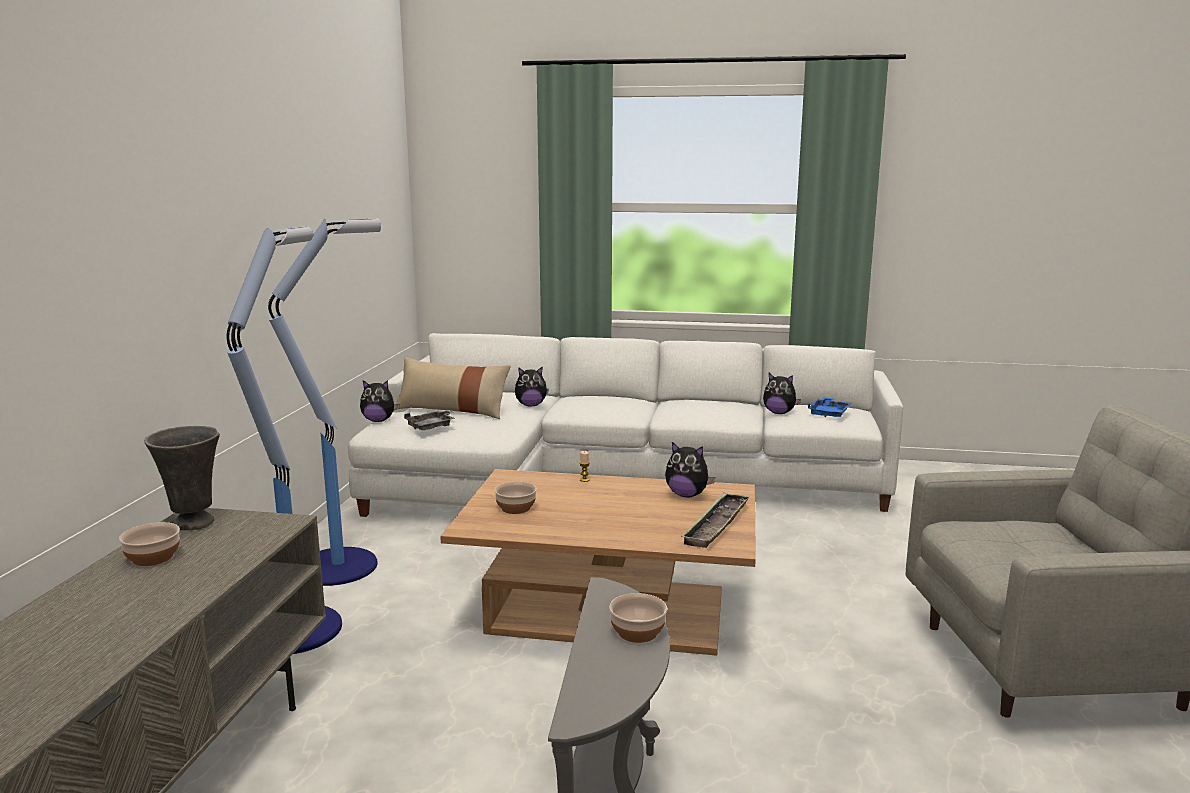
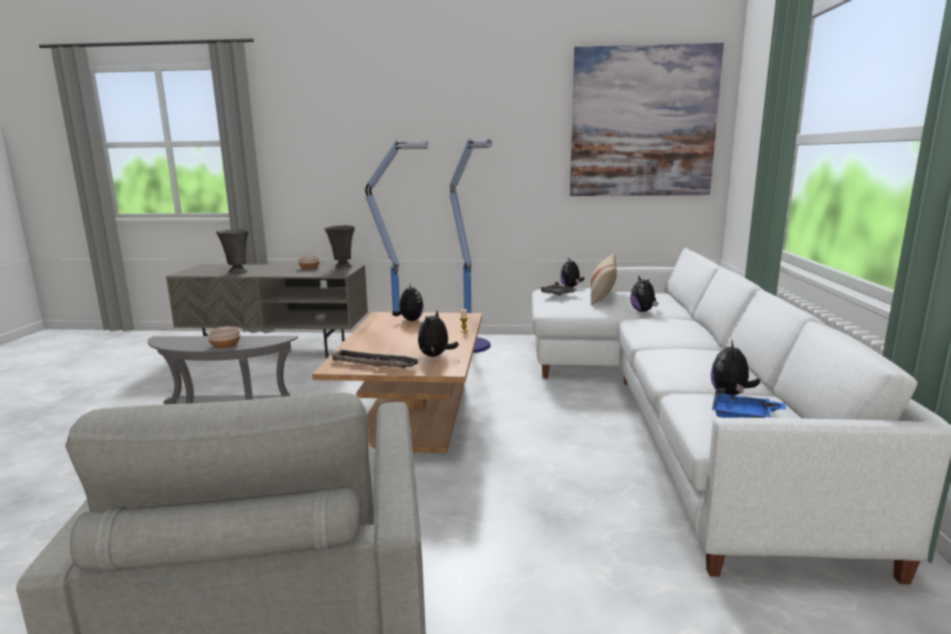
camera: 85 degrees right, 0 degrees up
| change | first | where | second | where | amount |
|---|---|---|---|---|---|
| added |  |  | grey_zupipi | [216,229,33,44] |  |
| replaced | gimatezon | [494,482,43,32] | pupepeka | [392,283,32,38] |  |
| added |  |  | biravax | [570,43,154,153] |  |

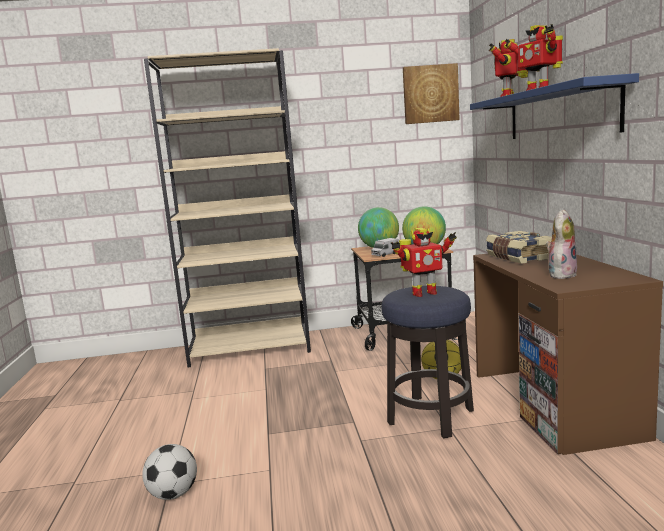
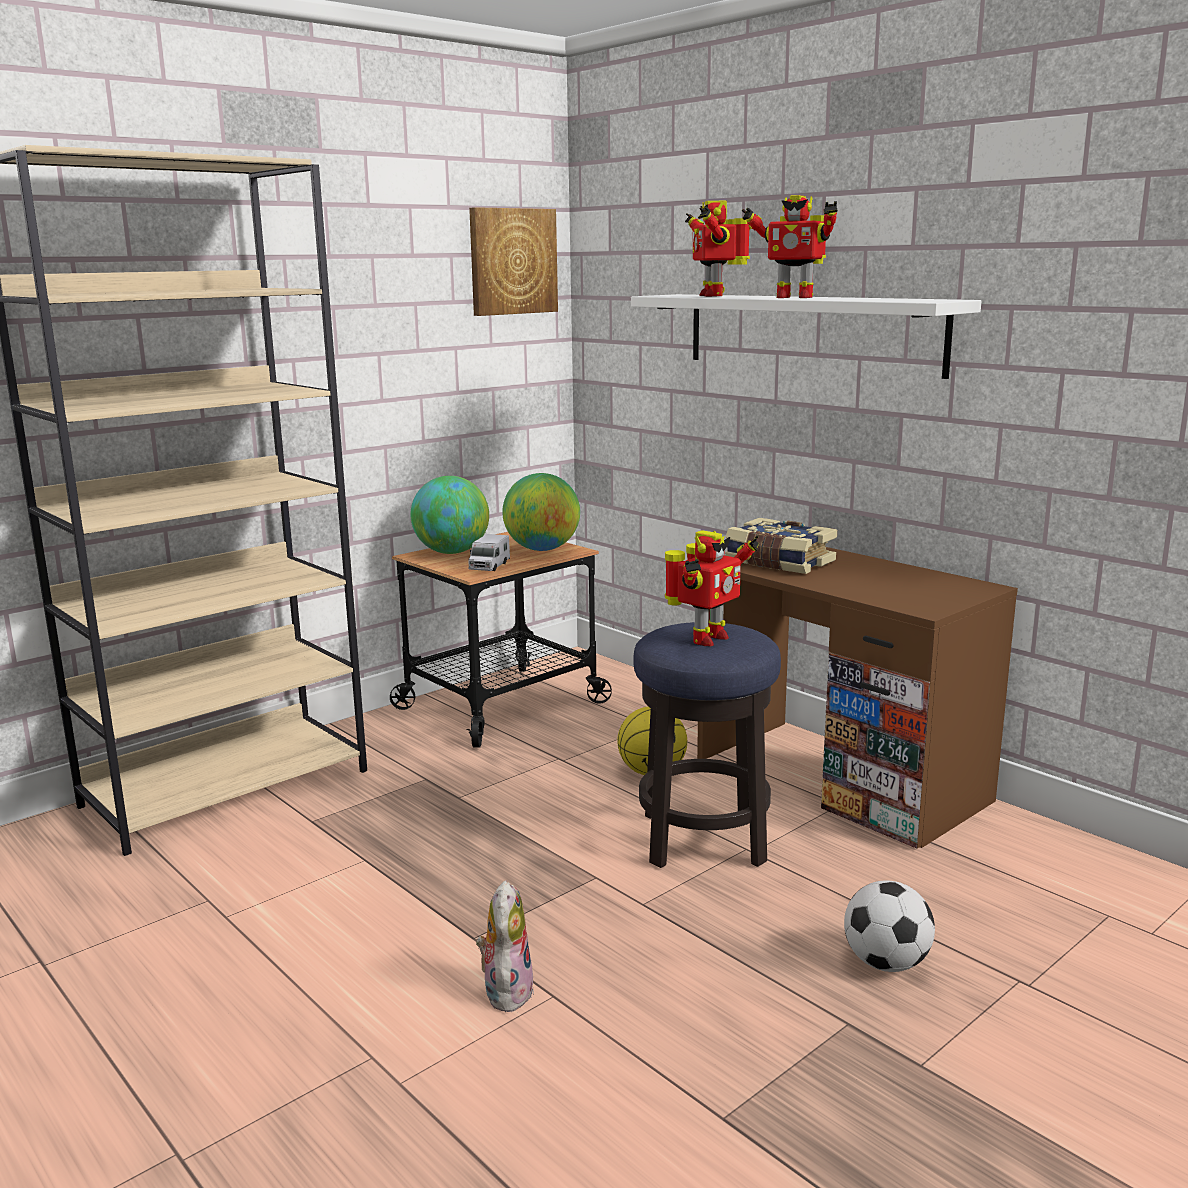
camera: 35 degrees left, 5 degrees up
| change | first | where | second | where | amount |
|---|---|---|---|---|---|
| moved | pupepeka | [545,210,32,69] |  | [476,880,58,133] |  |
| recoloured | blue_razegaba | [470,73,169,66] | white_razegaba | [631,294,350,85] |  |
| moved | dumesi | [142,444,55,56] |  | [844,880,91,92] |  |

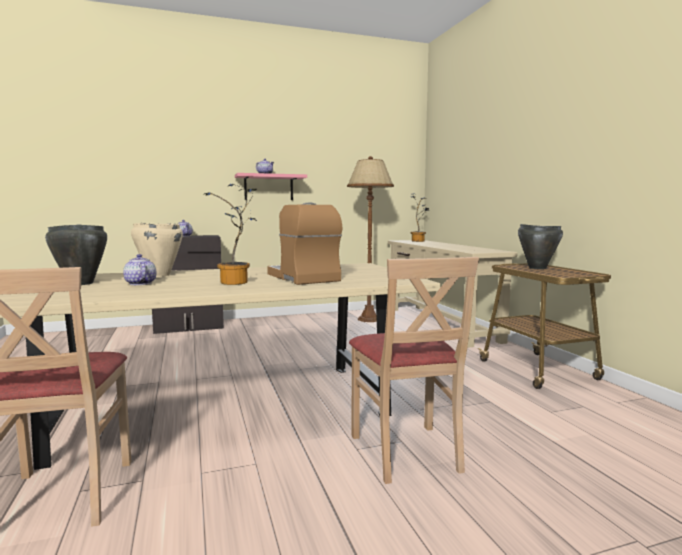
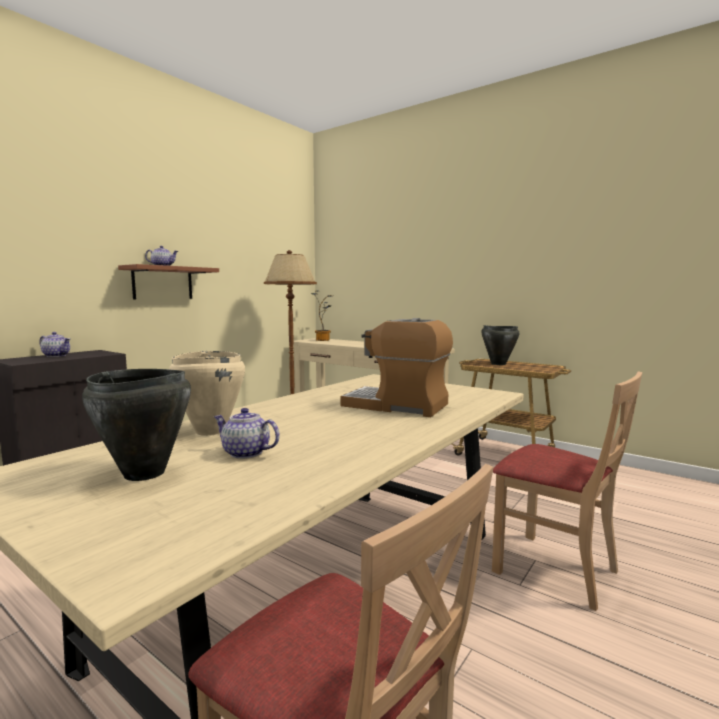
camera: 35 degrees left, 0 degrees up
| change | first | where | second | where | amount |
|---|---|---|---|---|---|
| recoloured | pink_razegaba | [235,173,72,27] | brown_razegaba | [118,264,101,35] |  |
| removed | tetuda | [203,184,54,101] |  |  |  |

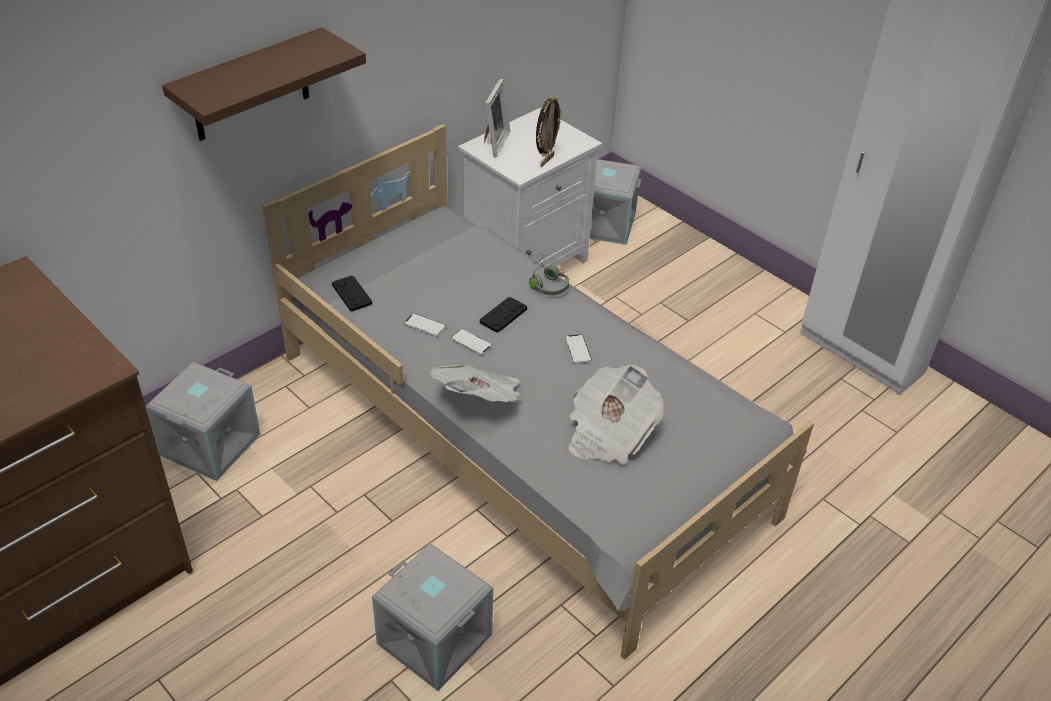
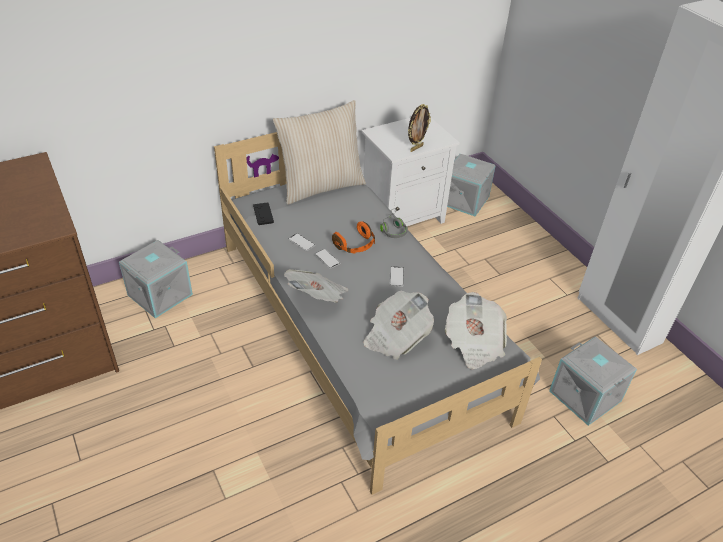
camera: 15 degrees right, 0 degrees up
| change | first | where | second | where | amount |
|---|---|---|---|---|---|
| added |  |  | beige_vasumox | [273,100,93,105] |  |
| replaced | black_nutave | [480,297,47,36] | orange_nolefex | [332,221,43,33] |  |
| added |  |  | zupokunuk | [444,292,63,78] |  |
| moved | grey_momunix | [372,543,121,148] |  | [549,336,88,90] |  |
| removed | brown_razegaba | [162,27,204,114] |  |  |  |
| removed | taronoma | [484,79,27,78] |  |  |  |

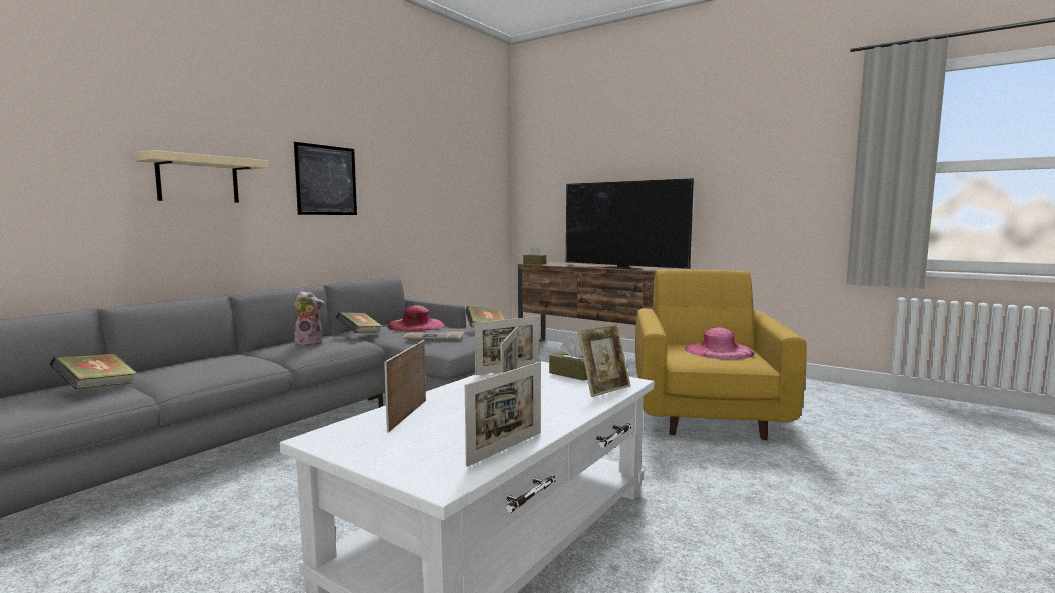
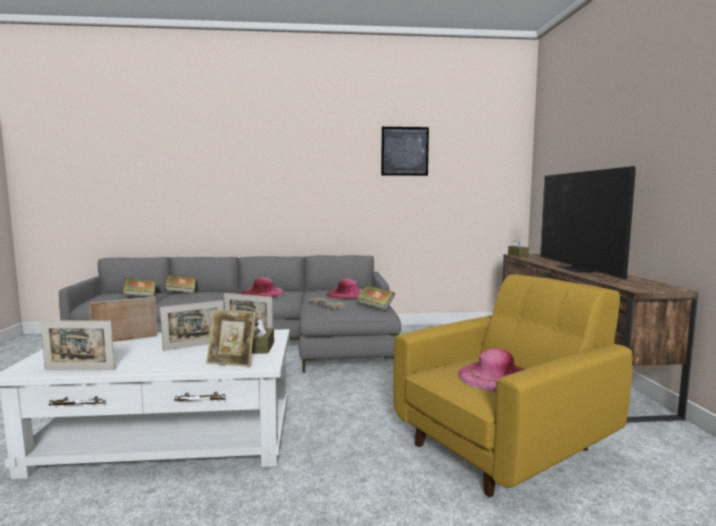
camera: 50 degrees right, 0 degrees up
| change | first | where | second | where | amount |
|---|---|---|---|---|---|
| moved | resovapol | [336,312,46,21] |  | [165,275,31,18] |  |
| replaced | pupepeka | [294,291,31,54] | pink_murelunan | [241,278,44,19] |  |
| moved | biravax | [294,142,63,73] |  | [381,127,48,49] |  |
| removed | beige_razegaba | [134,150,135,53] |  |  |  |

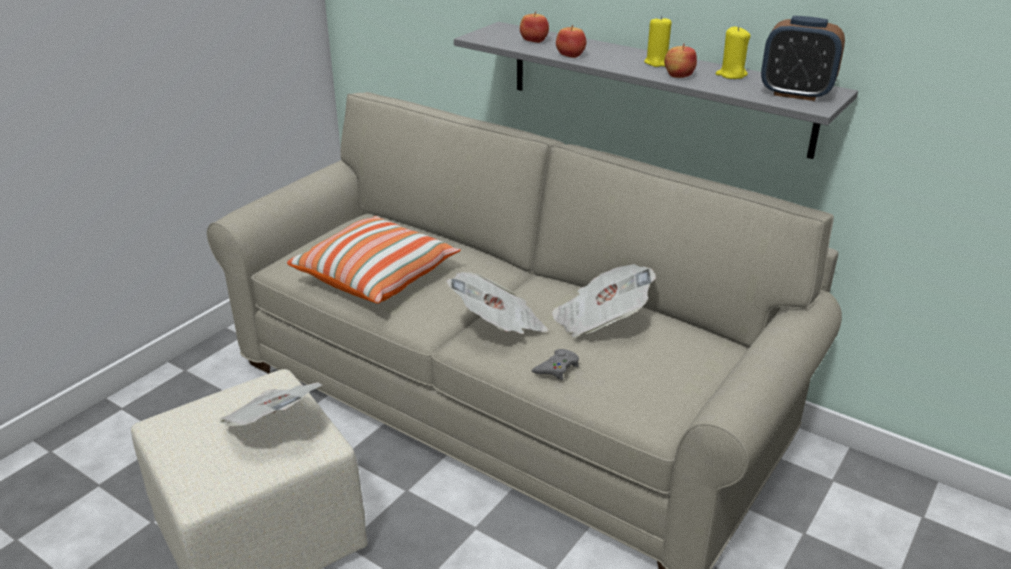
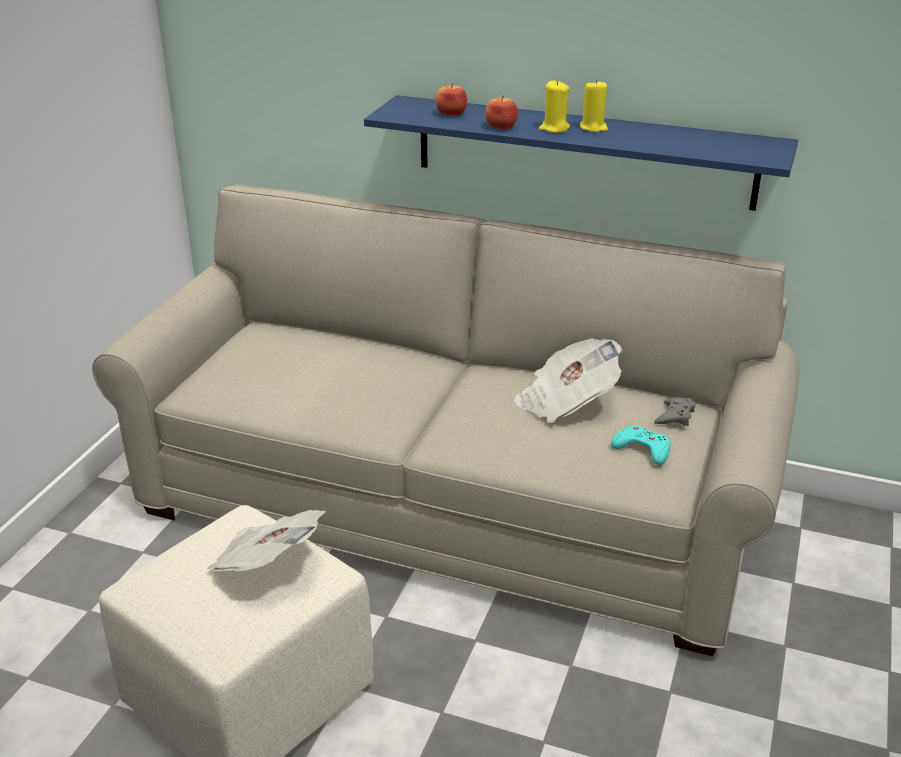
camera: 15 degrees left, 0 degrees up
| change | first | where | second | where | amount |
|---|---|---|---|---|---|
| recoloured | grey_razegaba | [454,22,404,137] | blue_razegaba | [364,95,434,116] |  |
| moved | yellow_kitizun | [716,26,35,53] |  | [539,80,31,53] |  |
| added |  |  | turquoise_nutave | [611,425,60,40] |  |
| moved | grey_nutave | [532,349,47,31] |  | [654,397,42,29] |  |
| removed | vasumox | [287,216,174,88] |  |  |  |
| removed | zupokunuk | [446,272,103,62] |  |  |  |
| removed | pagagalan | [664,43,33,35] |  |  |  |
| removed | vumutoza | [761,16,84,85] |  |  |  |

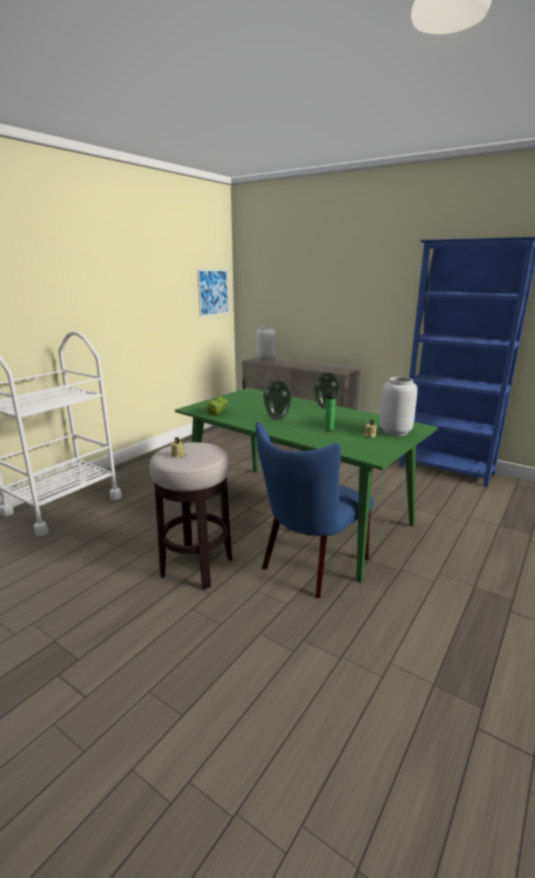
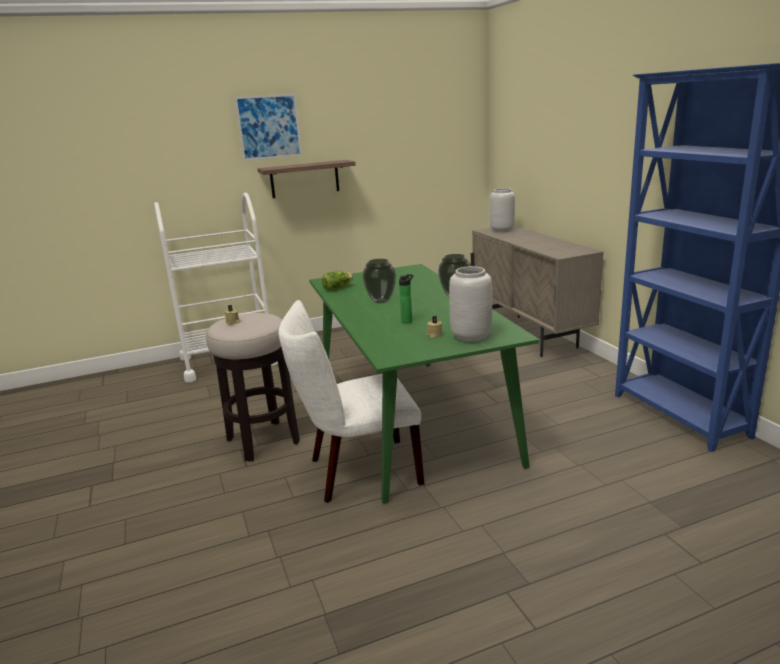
camera: 35 degrees right, 0 degrees up
| change | first | where | second | where | amount |
|---|---|---|---|---|---|
| moved | biravax | [198,269,31,48] |  | [235,94,67,67] |  |
| added |  |  | razegaba | [257,160,99,38] |  |
| recoloured | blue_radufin | [256,422,117,176] | white_radufin | [279,300,145,203] |  |

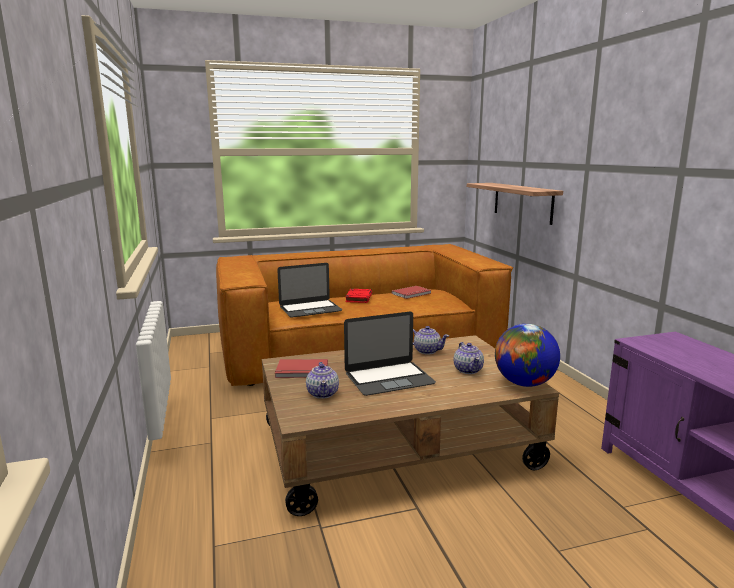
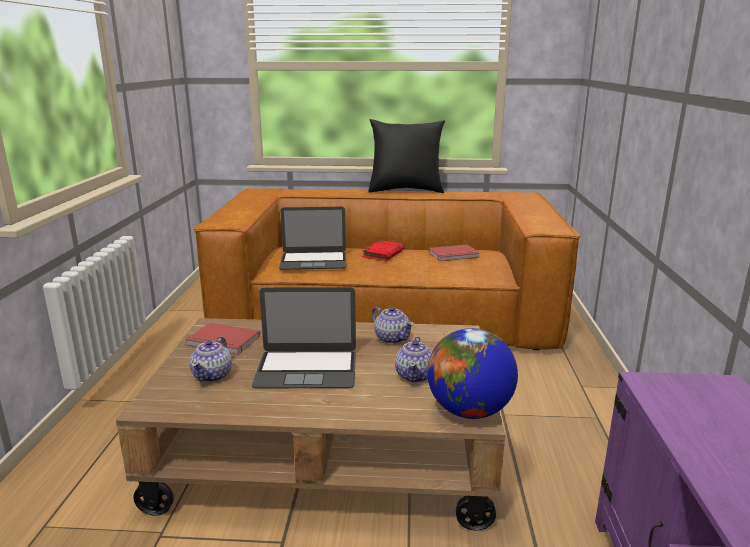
camera: 20 degrees right, 5 degrees up
| change | first | where | second | where | amount |
|---|---|---|---|---|---|
| added |  |  | black_vasumox | [368,119,77,74] |  |
| removed | razegaba | [467,183,96,42] |  |  |  |

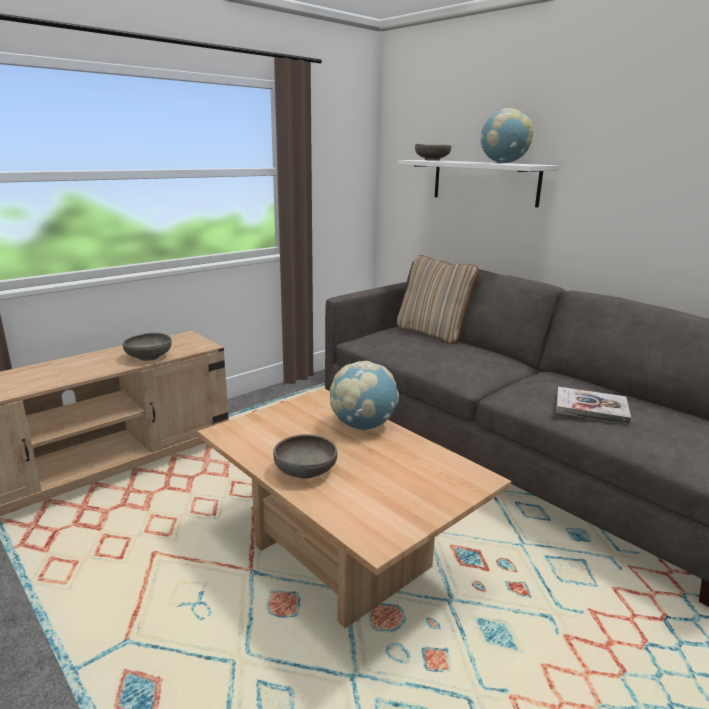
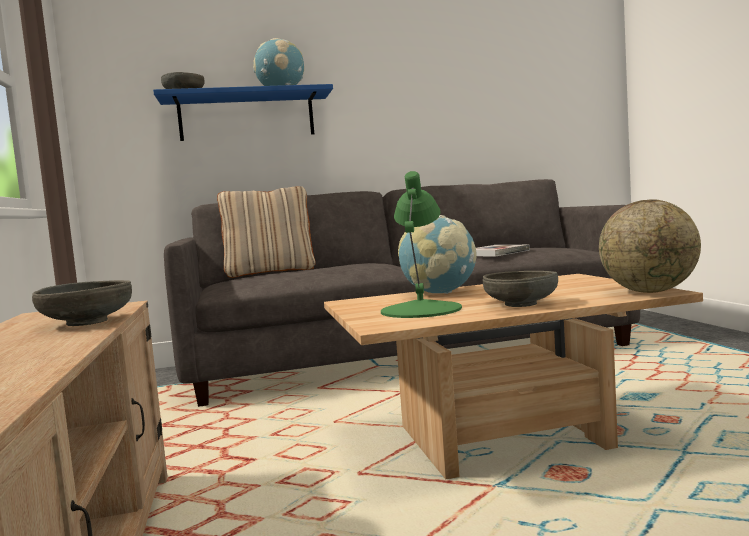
camera: 60 degrees left, 15 degrees down
| change | first | where | second | where | amount |
|---|---|---|---|---|---|
| recoloured | white_razegaba | [398,160,160,47] | blue_razegaba | [153,84,180,57] |  |
| added |  |  | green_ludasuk | [381,171,81,147] |  |
| added |  |  | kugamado | [599,199,102,94] |  |

